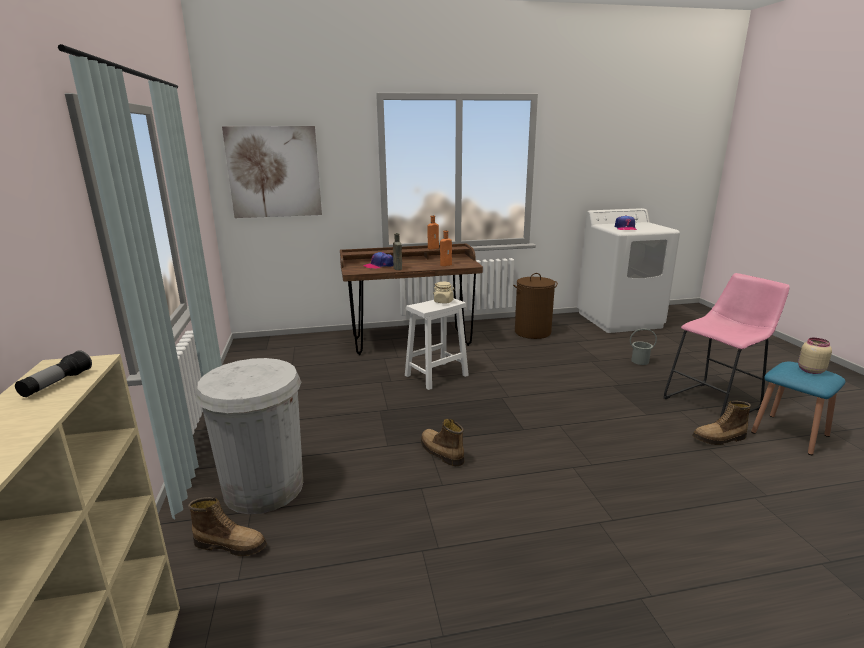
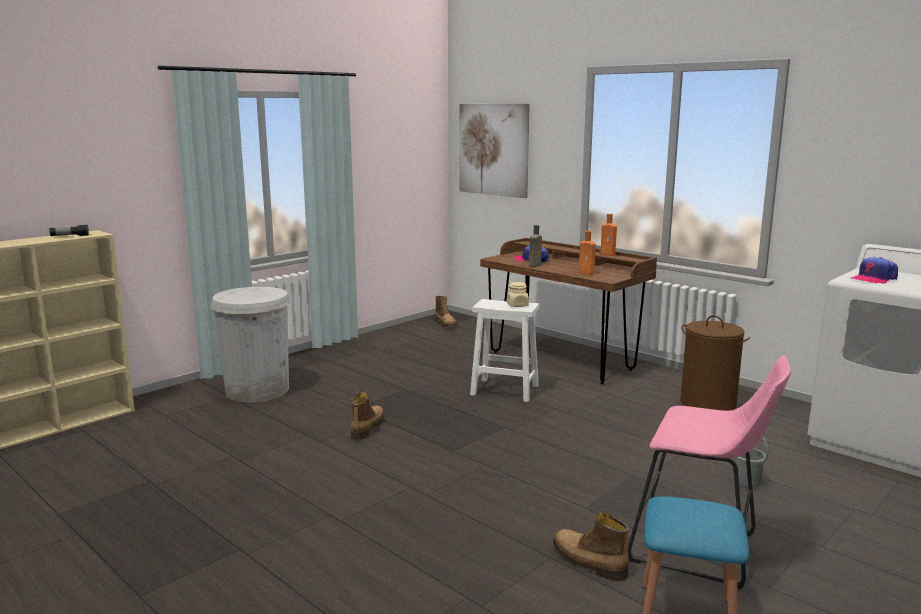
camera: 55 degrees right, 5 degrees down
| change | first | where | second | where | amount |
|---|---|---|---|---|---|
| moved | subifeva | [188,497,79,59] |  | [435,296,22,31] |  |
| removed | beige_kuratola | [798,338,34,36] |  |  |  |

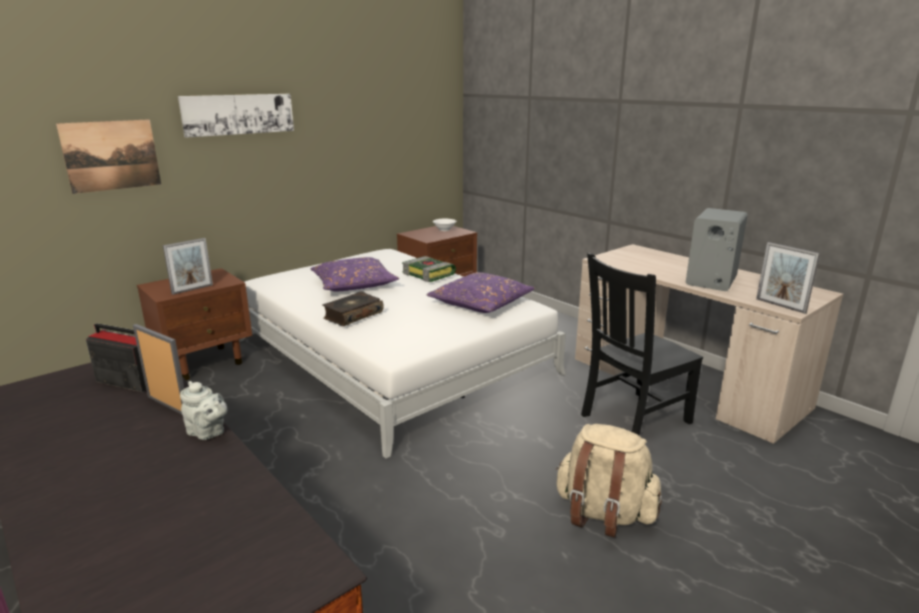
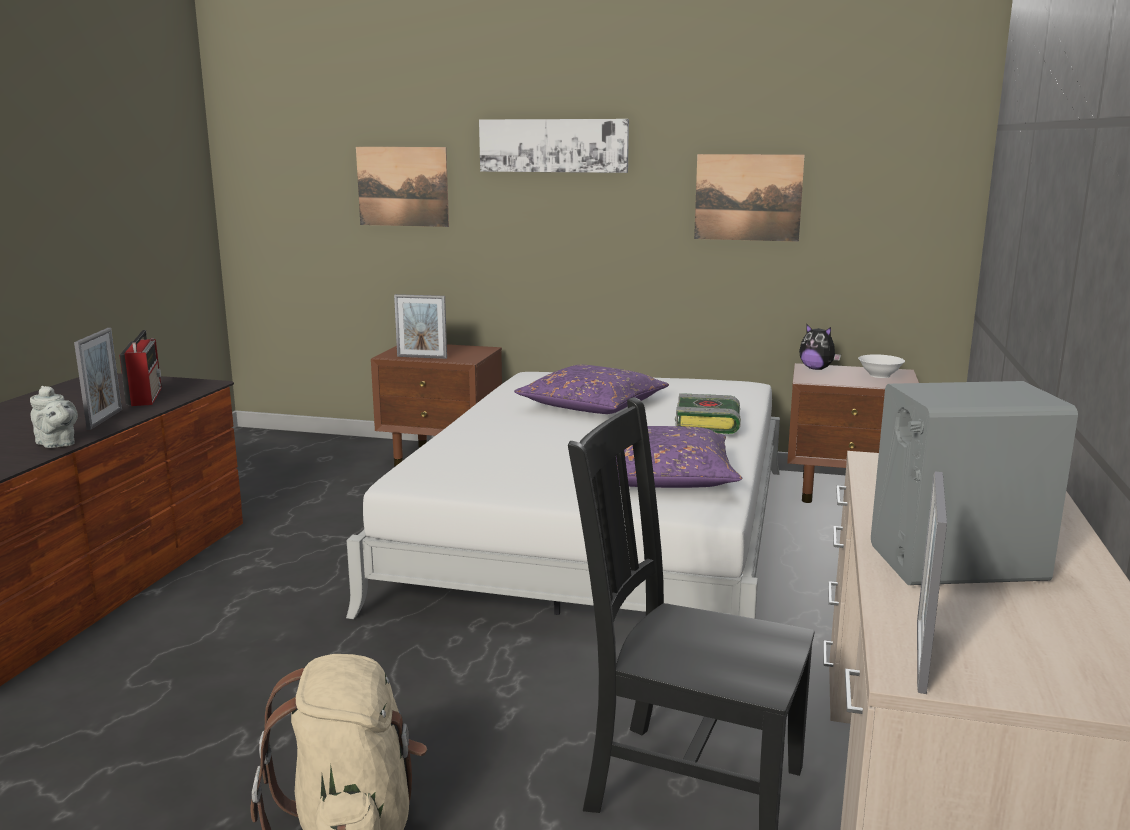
camera: 55 degrees right, 5 degrees down
| change | first | where | second | where | amount |
|---|---|---|---|---|---|
| turned | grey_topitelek | [180,381,47,59] |  | [30,386,48,62] | 45 degrees counterclockwise |
| added |  |  | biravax | [694,154,111,88] |  |
| added |  |  | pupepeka | [799,324,42,46] |  |
| removed | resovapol | [323,291,60,35] |  |  |  |

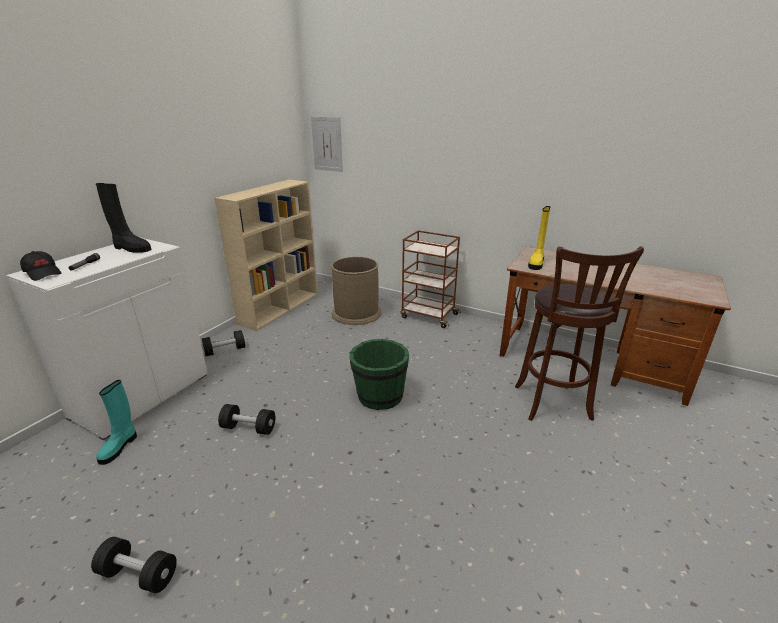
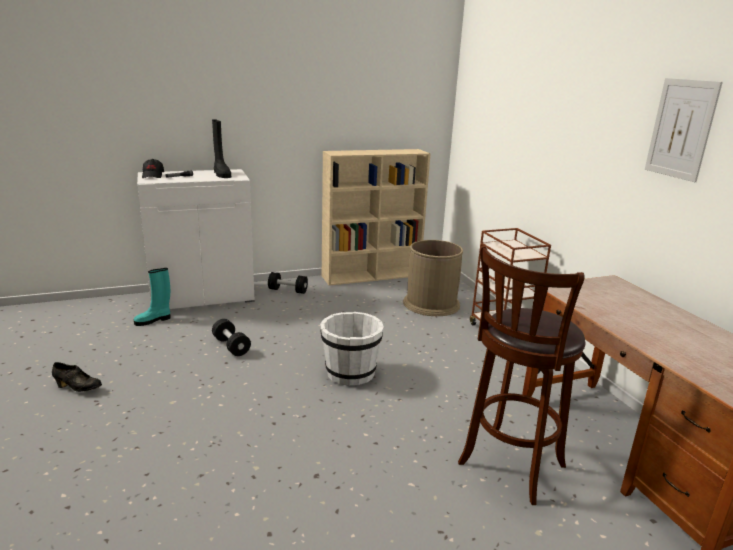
camera: 40 degrees right, 5 degrees down
| change | first | where | second | where | amount |
|---|---|---|---|---|---|
| replaced | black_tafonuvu | [91,537,86,56] | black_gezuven | [52,362,50,30] |  |
| recoloured | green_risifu | [350,339,59,71] | white_risifu | [320,312,64,74] |  |
| moved | biravax | [311,116,32,56] |  | [645,78,78,104] |  |
| removed | yellow_subifeva | [528,206,22,64] |  |  |  |

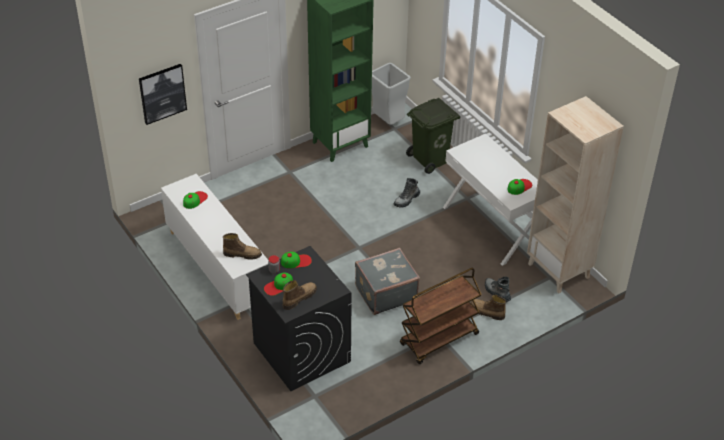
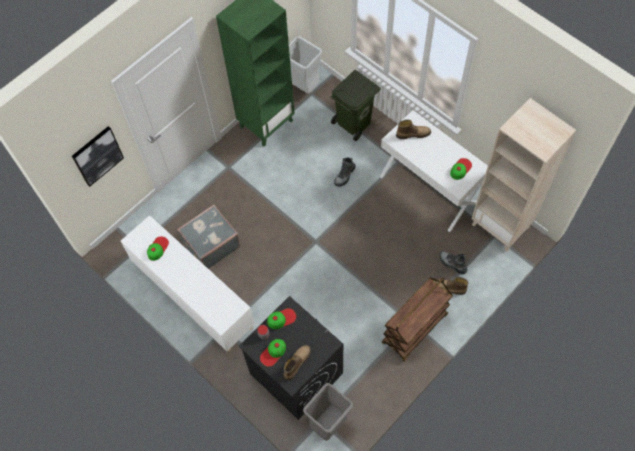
camera: 10 degrees left, 20 degrees up
| change | first | where | second | where | amount |
|---|---|---|---|---|---|
| moved | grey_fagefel | [355,248,65,67] |  | [177,204,63,65] |  |
| added |  |  | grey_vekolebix | [303,383,50,58] |  |
| moved | subifeva | [223,233,39,27] |  | [396,119,35,20] |  |

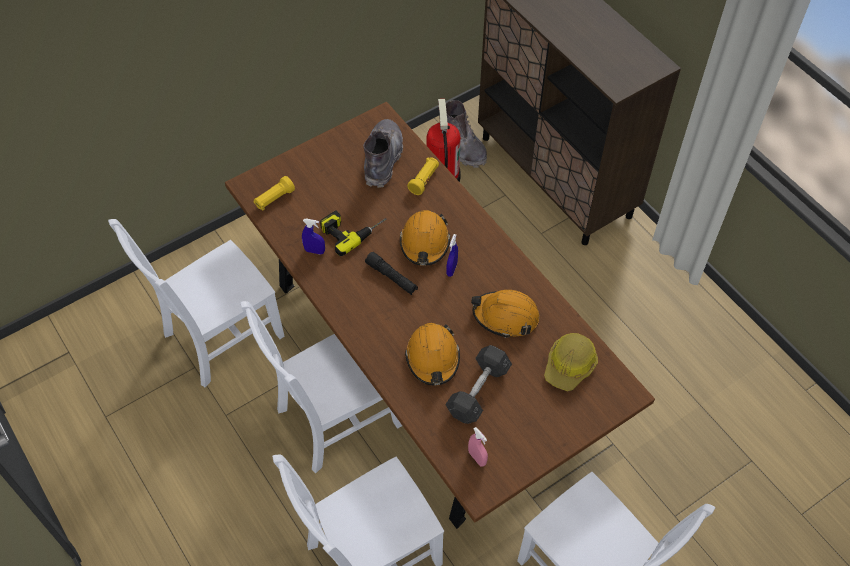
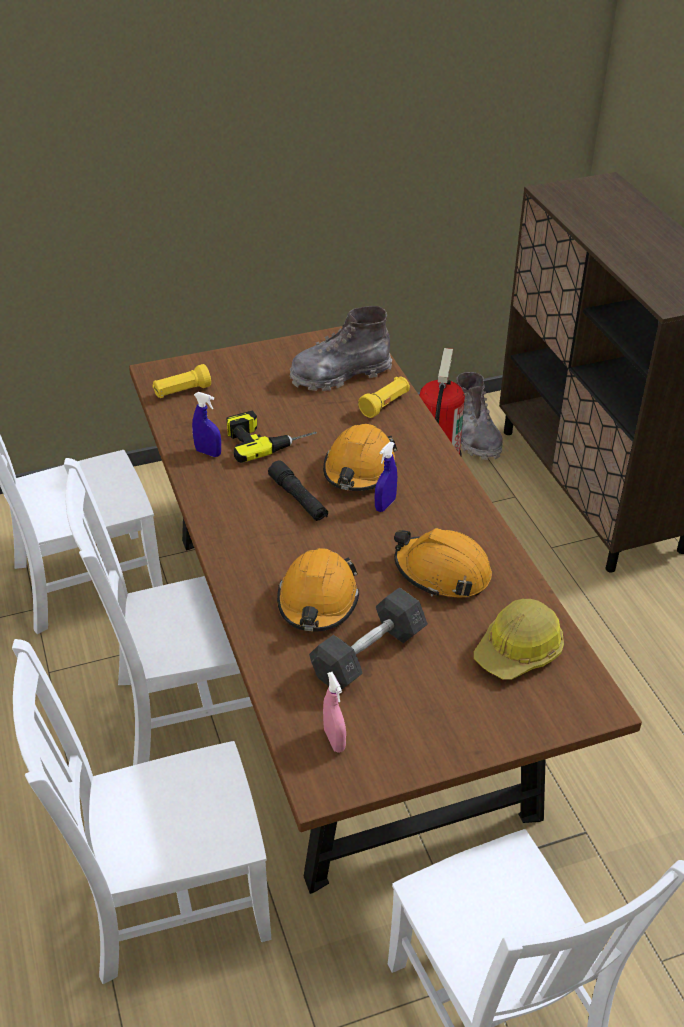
camera: 15 degrees right, 15 degrees down
| change | first | where | second | where | amount |
|---|---|---|---|---|---|
| turned | grey_subifeva | [363,119,40,69] |  | [290,306,102,85] | 135 degrees counterclockwise |

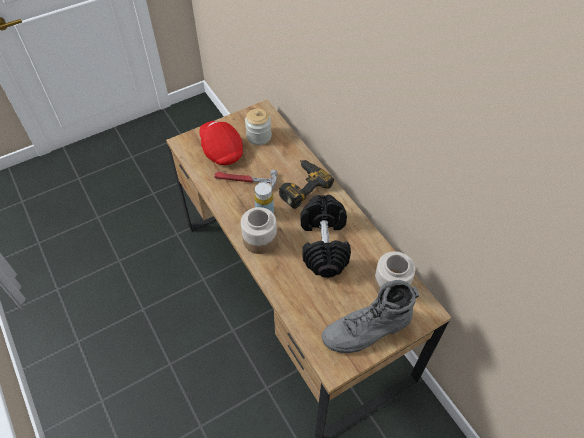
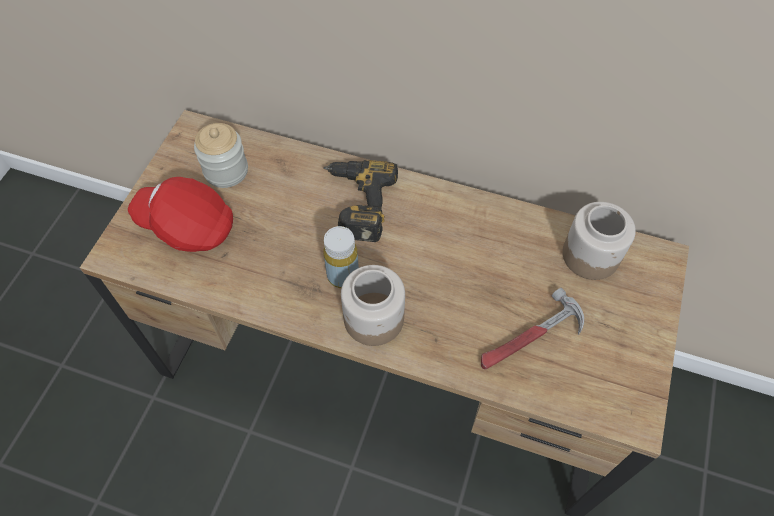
camera: 40 degrees left, 5 degrees up
| change | first | where | second | where | amount |
|---|---|---|---|---|---|
| moved | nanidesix | [214,170,64,19] |  | [481,288,103,81] |  |
| removed | black_tafonuvu | [301,195,50,83] |  |  |  |
| removed | grey_subifeva | [322,280,97,74] |  |  |  |

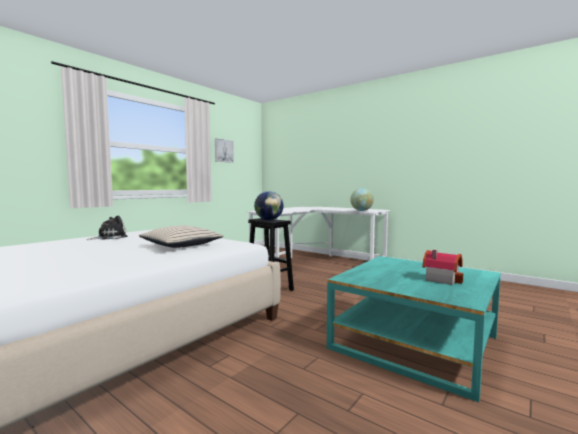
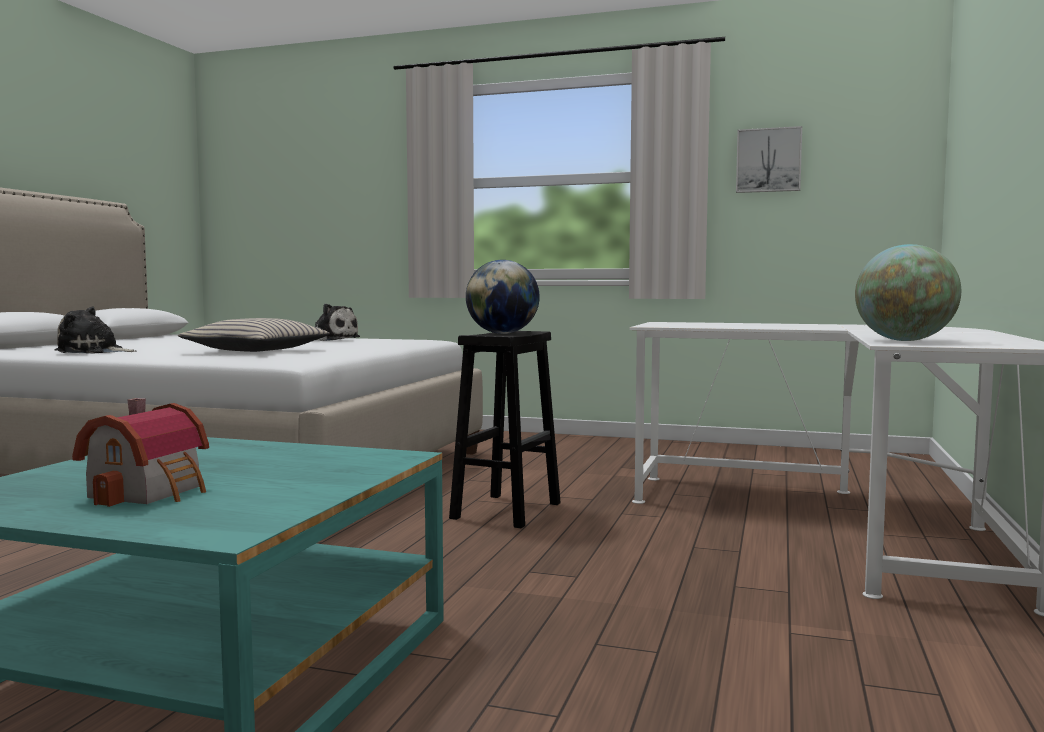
camera: 70 degrees right, 0 degrees up
| change | first | where | second | where | amount |
|---|---|---|---|---|---|
| added |  |  | pupepeka | [55,306,82,48] |  |

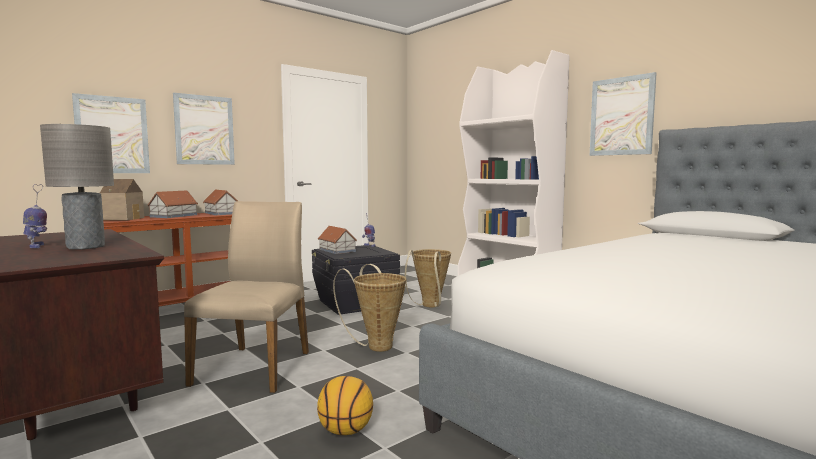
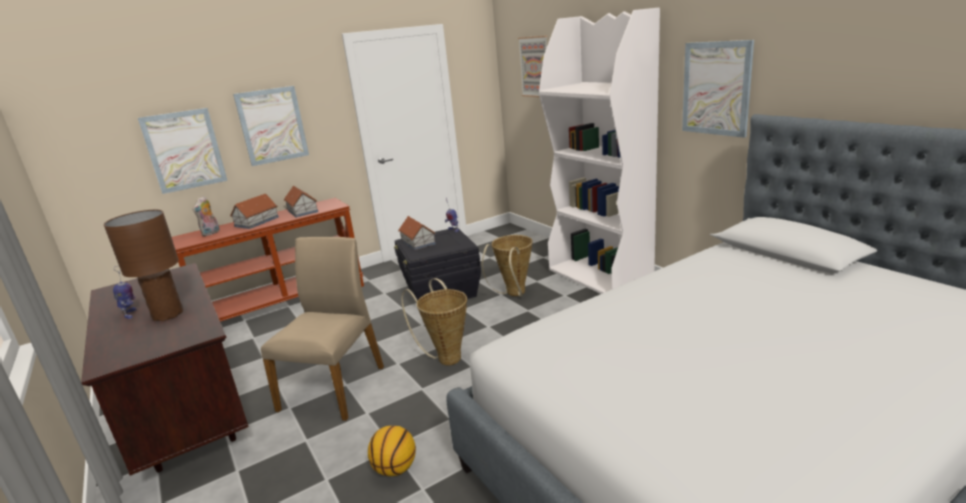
camera: 10 degrees right, 15 degrees up
| change | first | where | second | where | amount |
|---|---|---|---|---|---|
| recoloured | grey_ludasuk | [40,124,74,126] | brown_ludasuk | [104,210,79,111] |  |
| replaced | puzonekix | [100,179,44,42] | pupepeka | [192,196,28,40] |  |
| added |  |  | biravax | [518,36,29,61] |  |

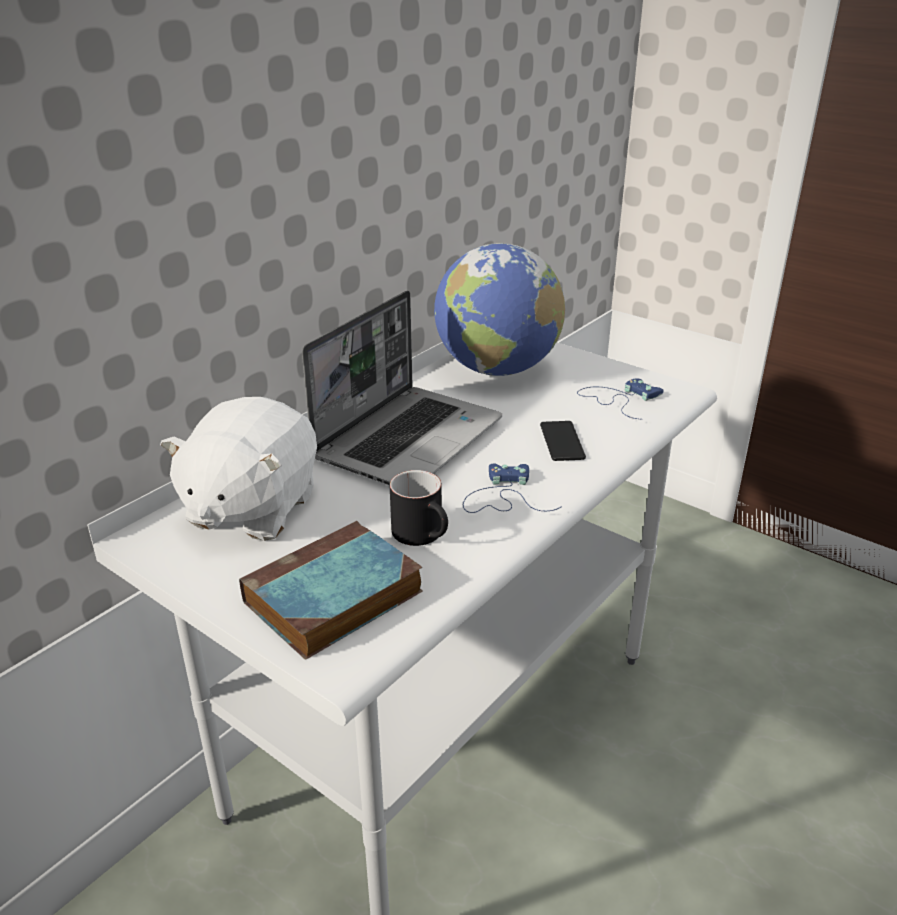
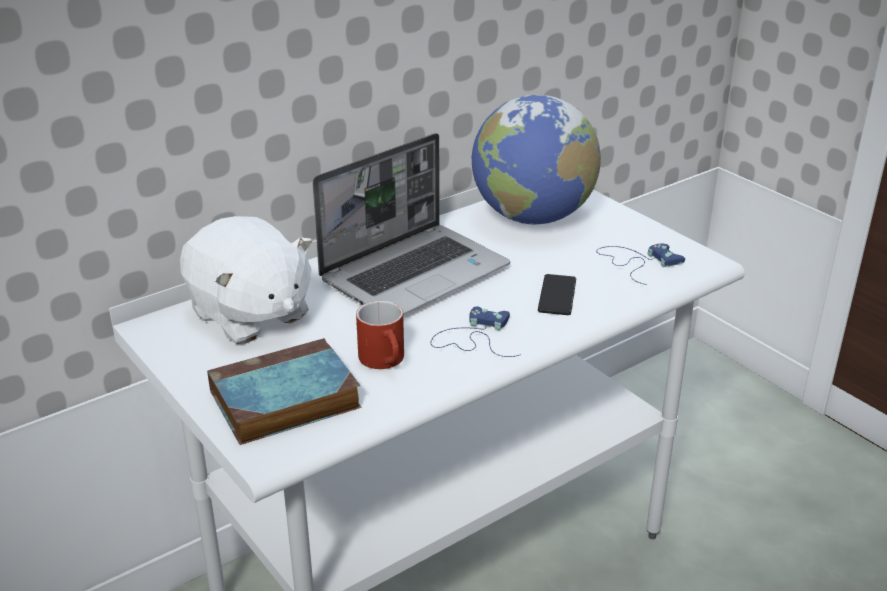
camera: 15 degrees right, 0 degrees up
| change | first | where | second | where | amount |
|---|---|---|---|---|---|
| turned | white_pupepeka | [160,397,157,144] |  | [180,216,133,128] | 75 degrees counterclockwise |
| recoloured | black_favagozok | [390,470,58,76] | red_favagozok | [356,301,48,68] |  |

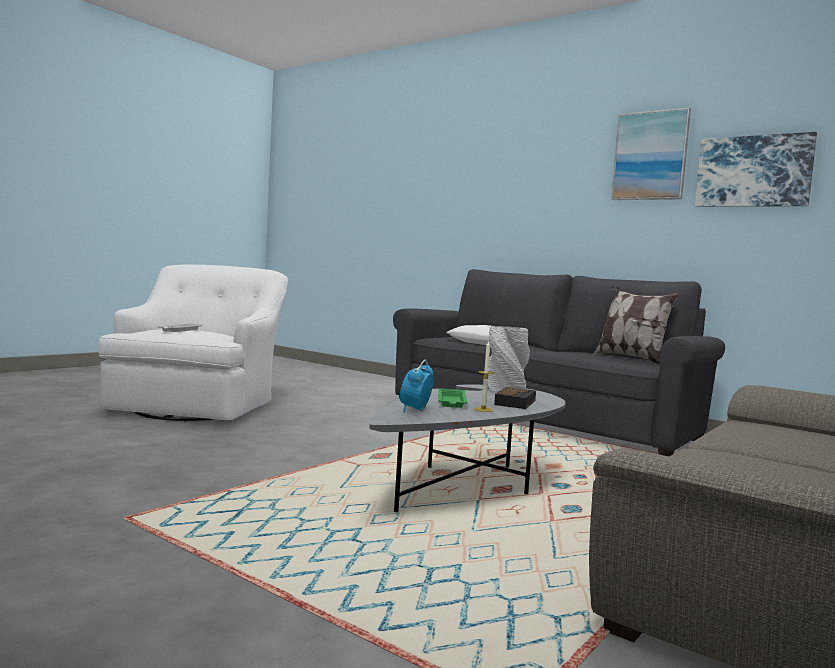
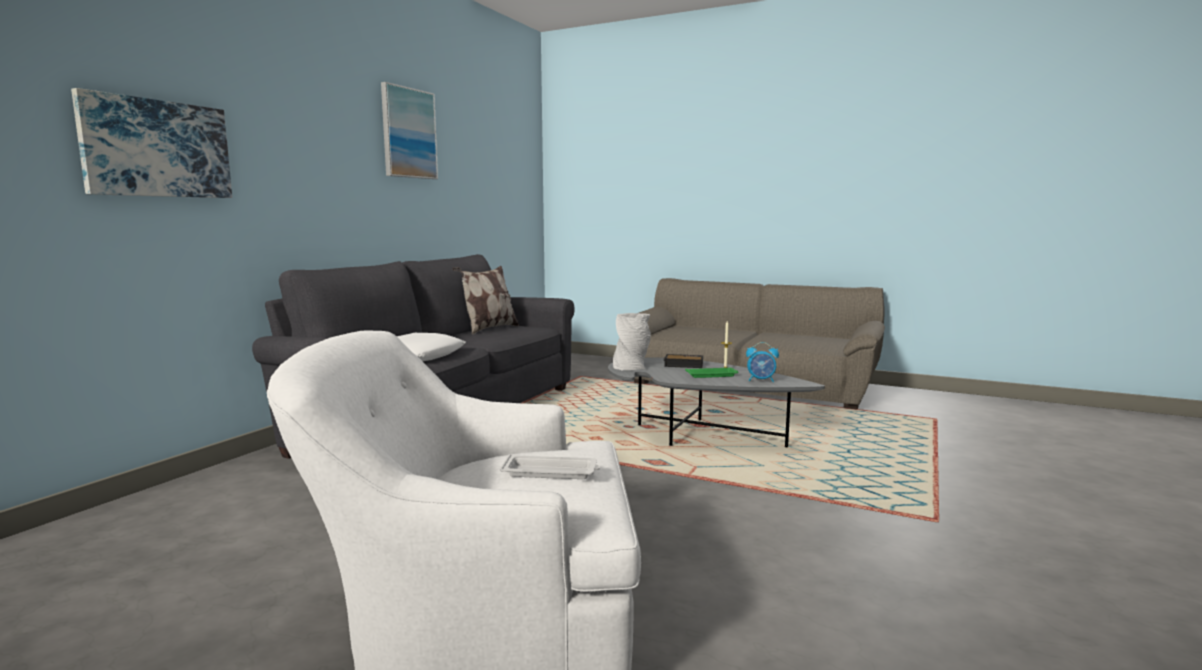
camera: 100 degrees left, 5 degrees up
| change | first | where | second | where | amount |
|---|---|---|---|---|---|
| moved | biravax | [695,132,122,75] |  | [71,88,161,110] |  |

